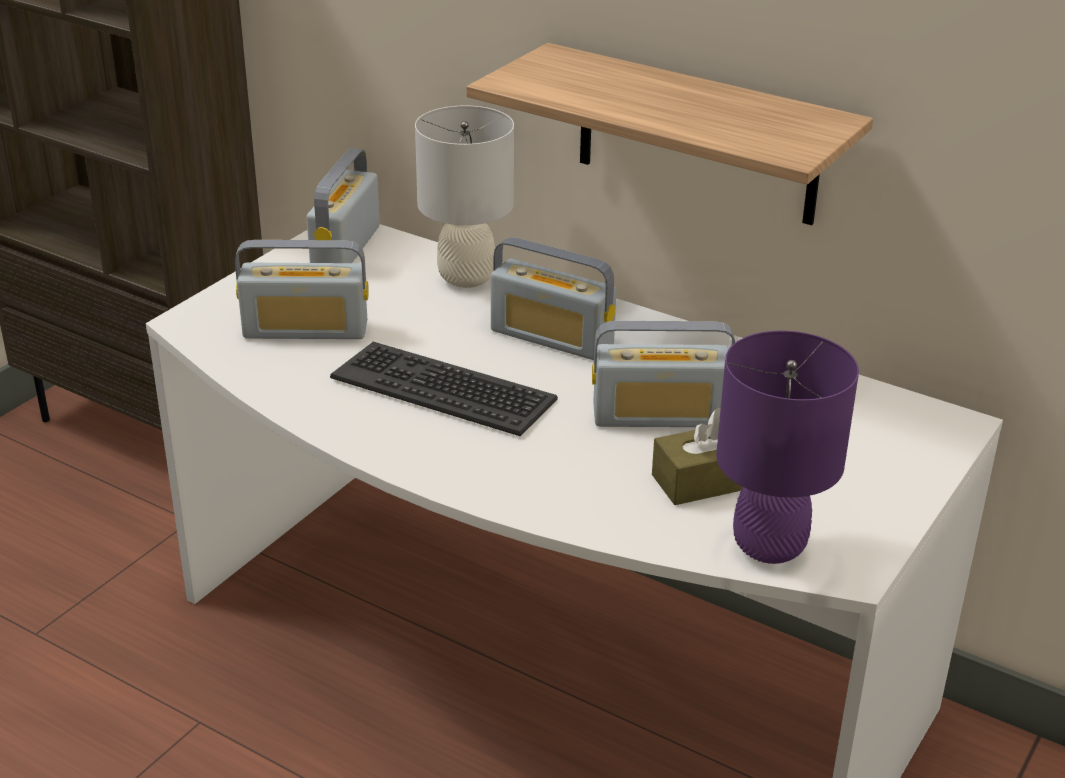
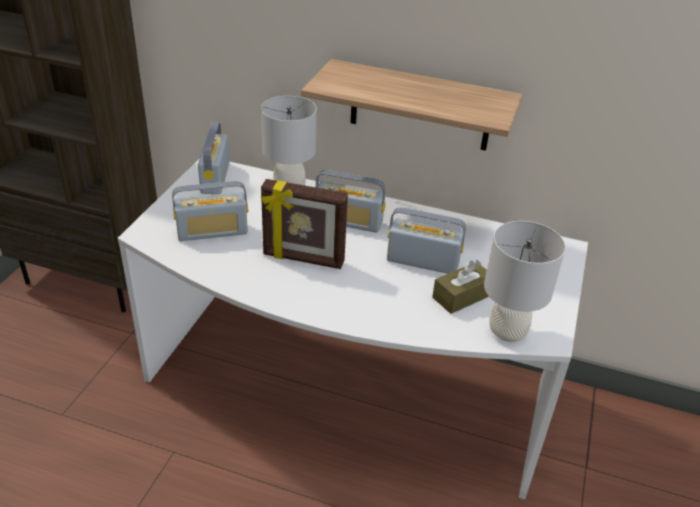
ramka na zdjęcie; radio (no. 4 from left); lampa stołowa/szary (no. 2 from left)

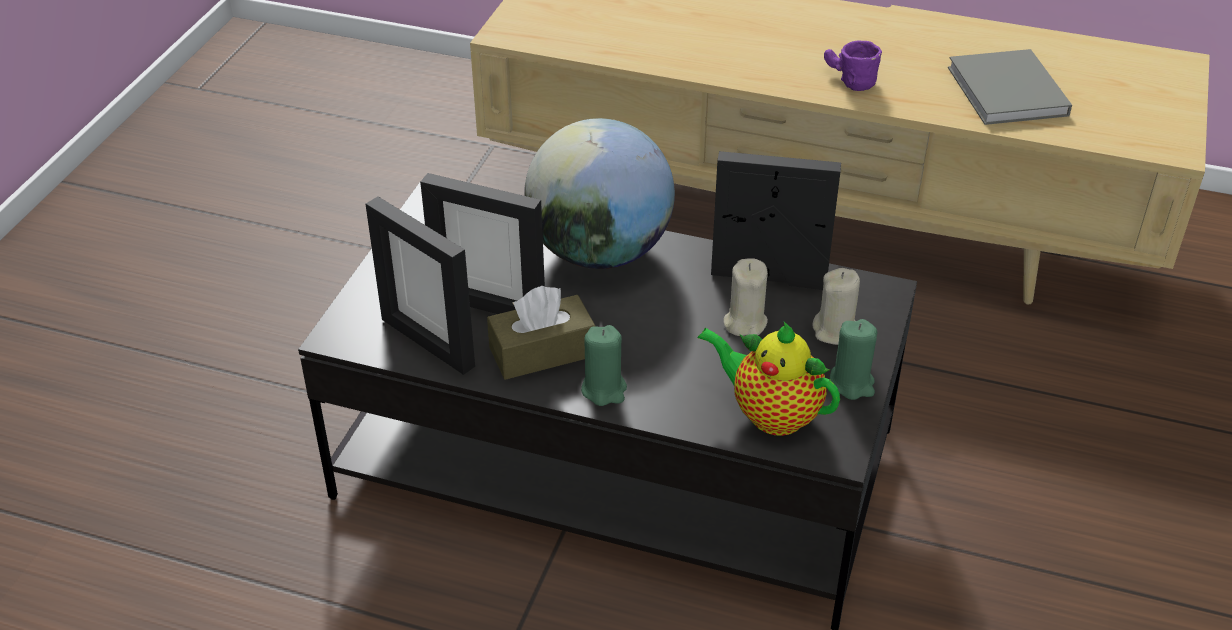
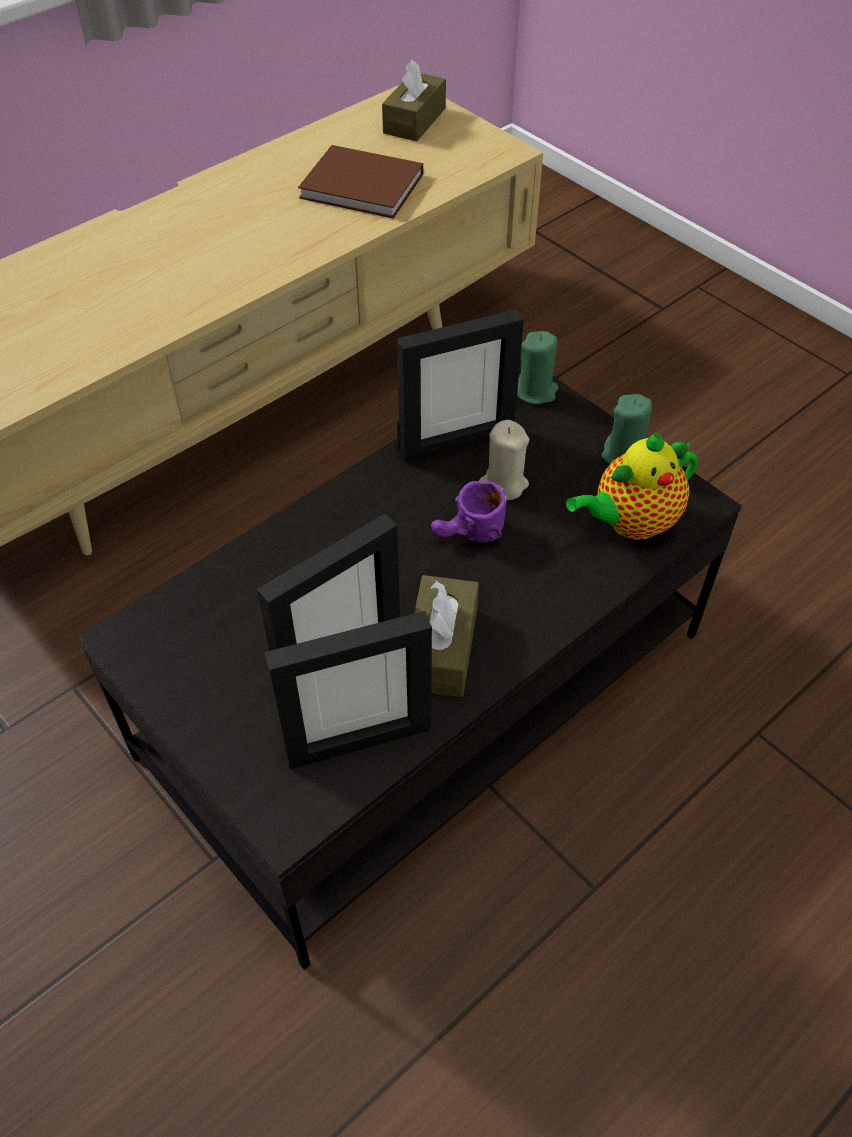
globus; świeca/zielony (no. 1 from left); ramka na zdjęcie (no. 3 from left); świeca/beżowy (no. 2 from left in the first image); kubek/fioletowy; książka/brązowy; pudełko chusteczek/brązowy (no. 1 from left)

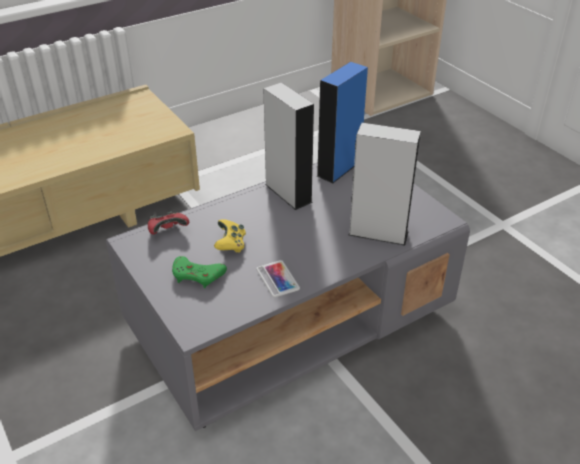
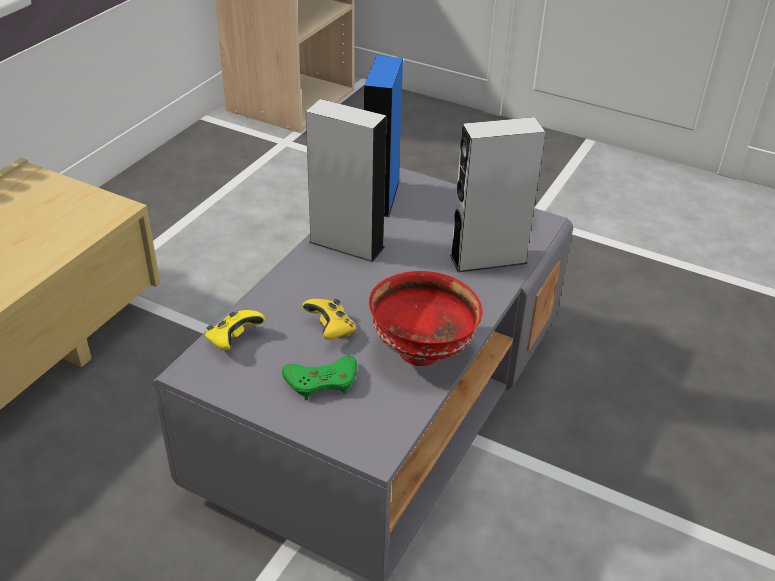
pad do gier/żółty (no. 1 from left); miska/czerwony

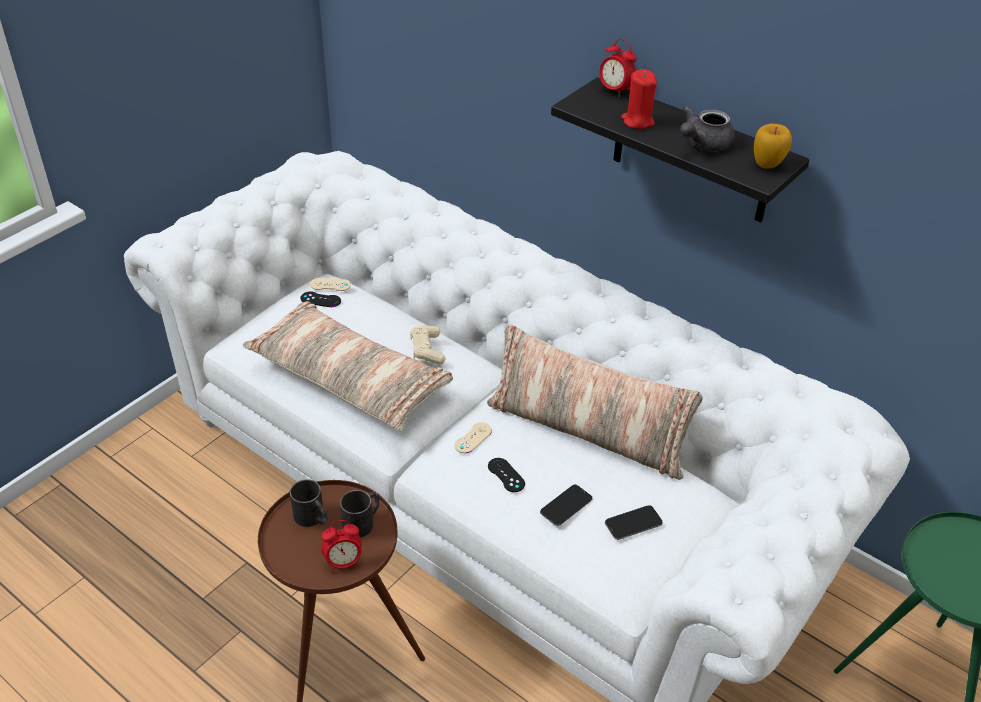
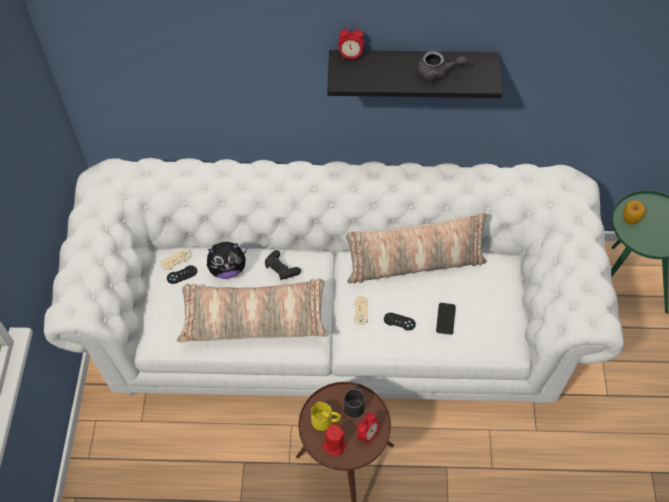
kubek/żółty; pad do gier/czarny (no. 2 from left); telefon (no. 2 from left in the first image); świeca/czerwony; imbryk/szary; jabłko; pluszak

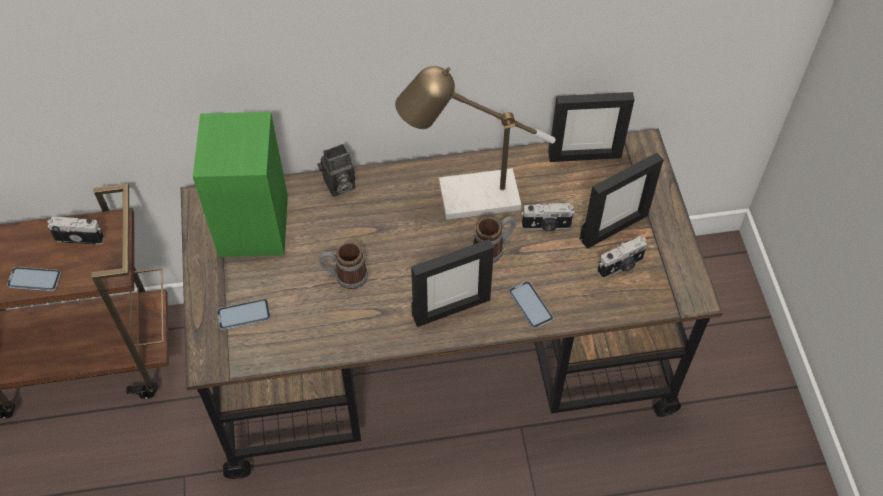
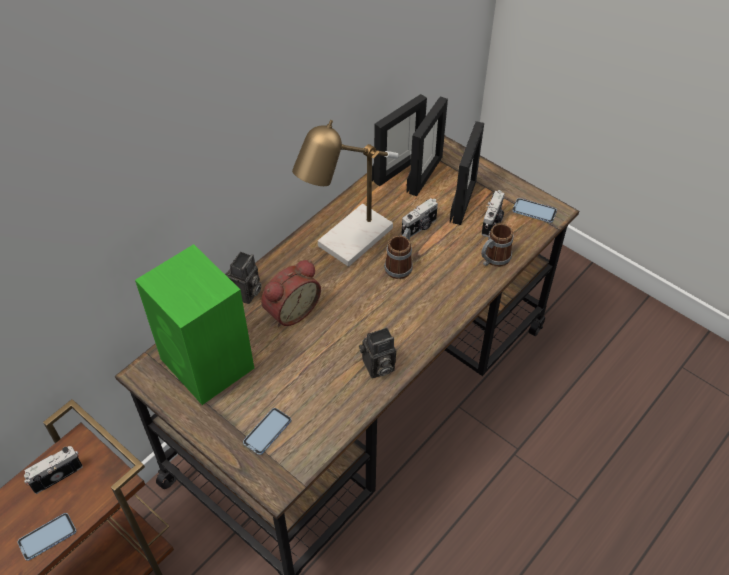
kubek (no. 2 from left); ramka na zdjęcie (no. 2 from left); telefon (no. 3 from left); budzik; aparat fotograficzny (no. 3 from left)

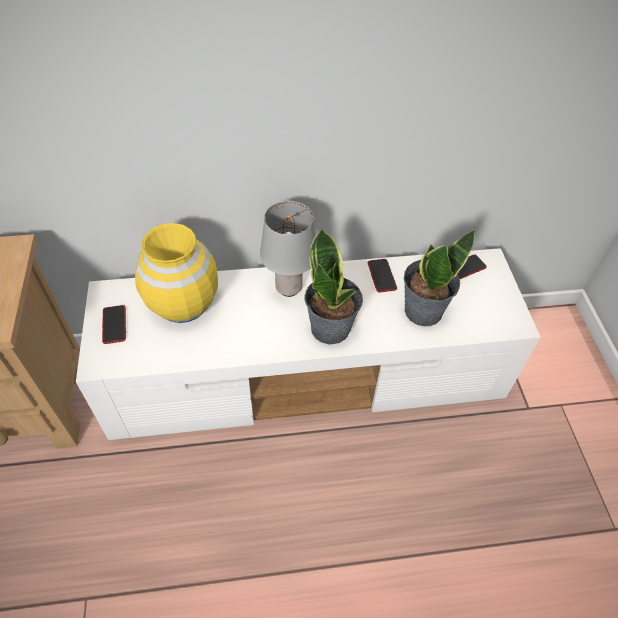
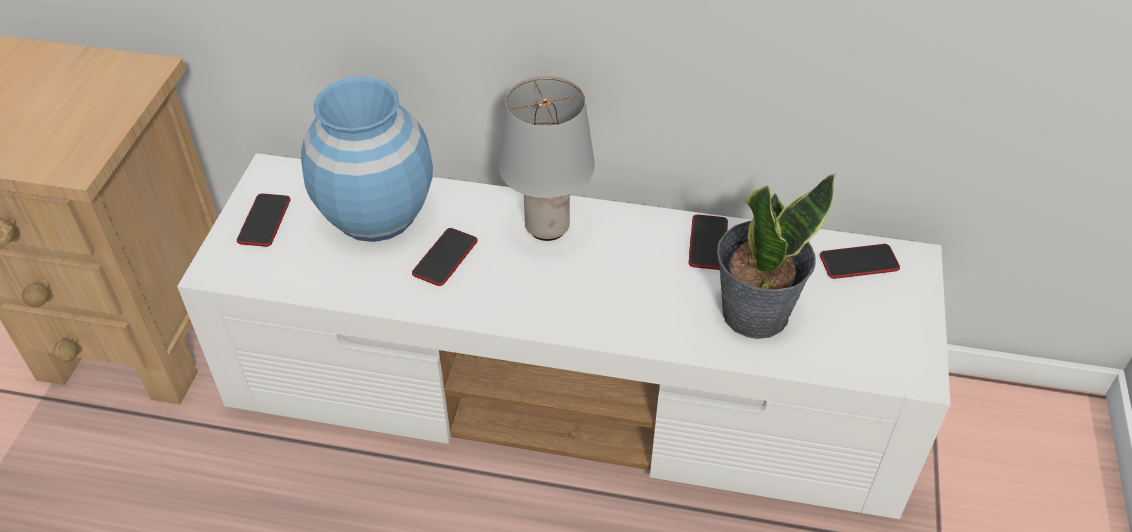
wazon/niebieski; roślina doniczkowa (no. 1 from left in the first image); telefon (no. 2 from left)

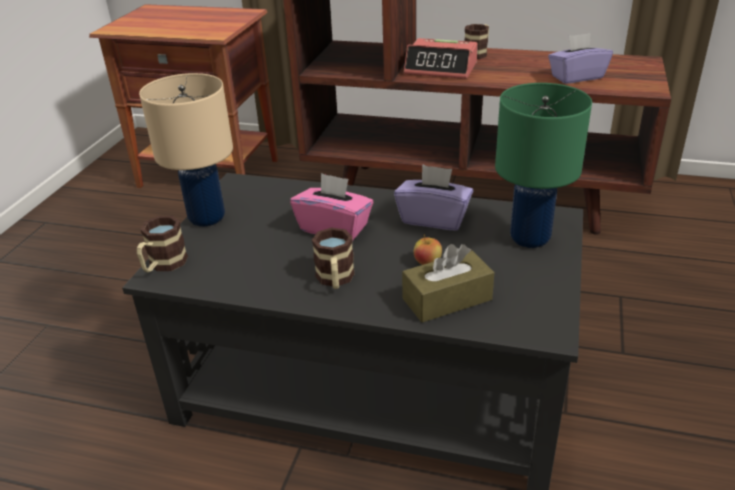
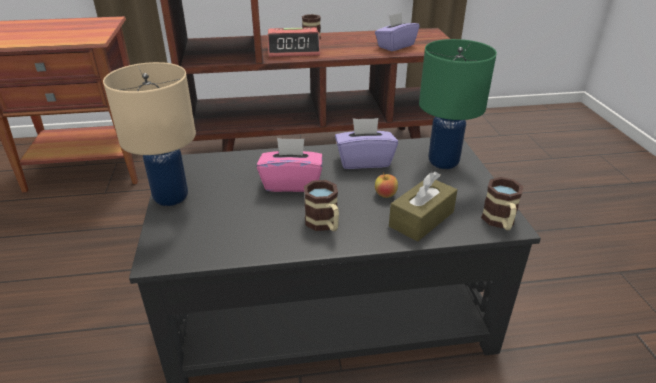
kubek (no. 3 from left)

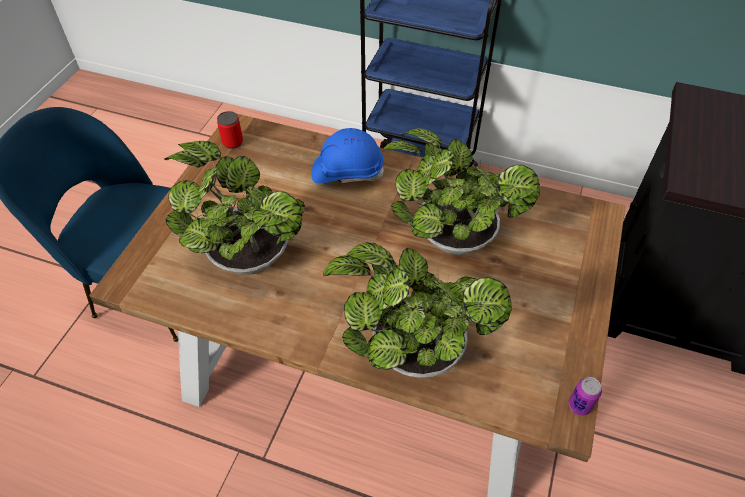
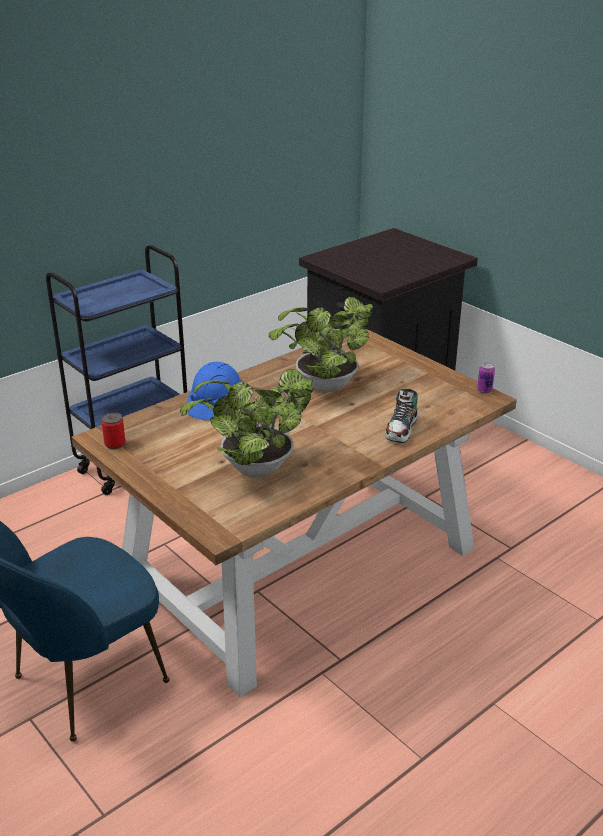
but

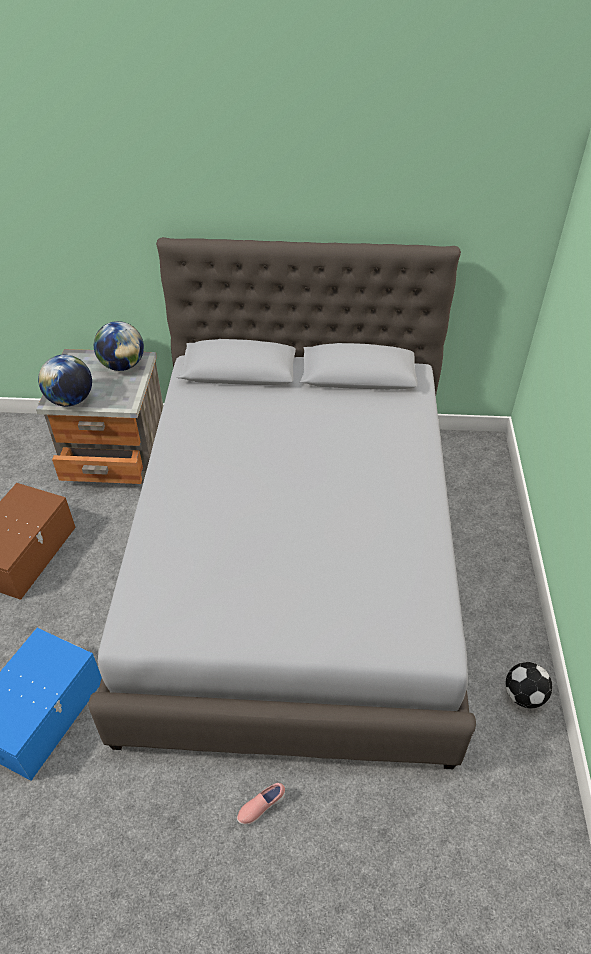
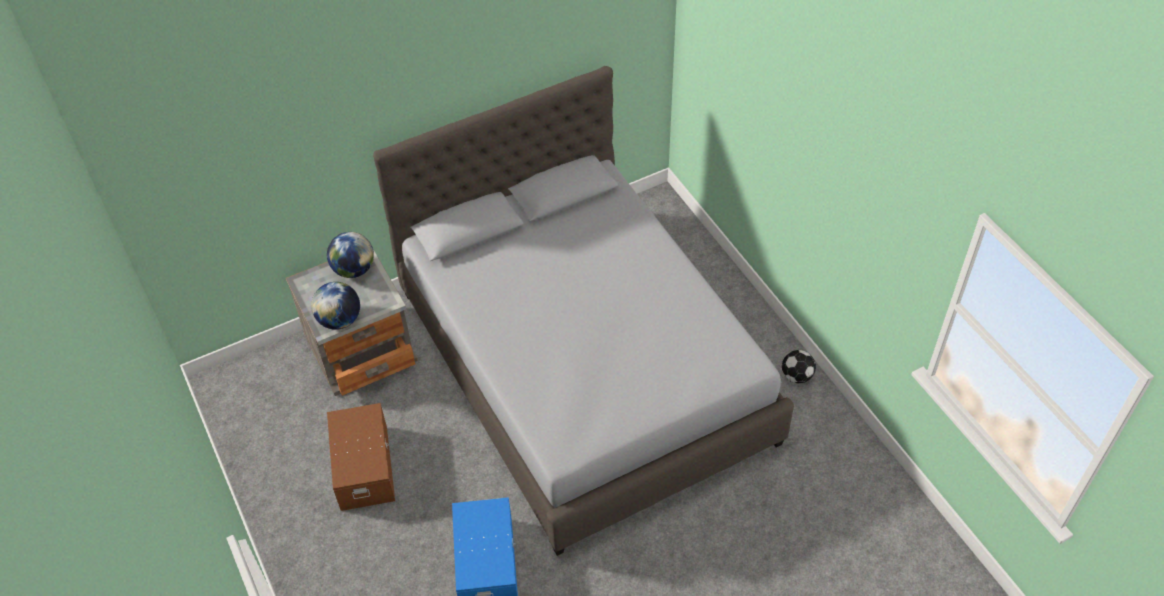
but/różowy

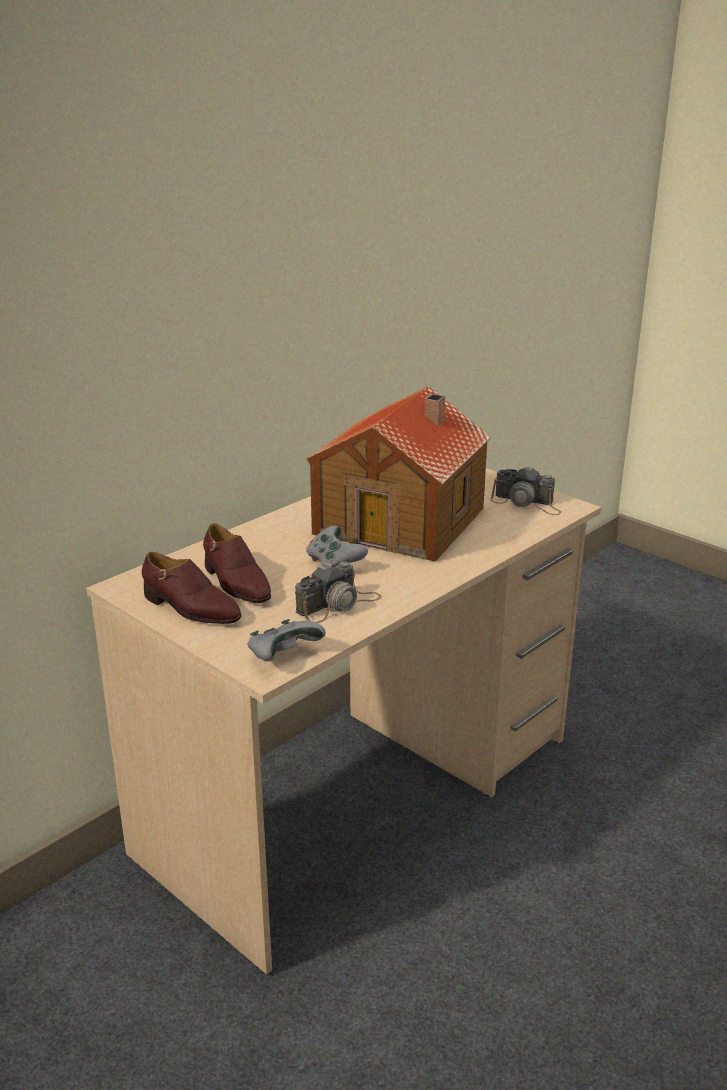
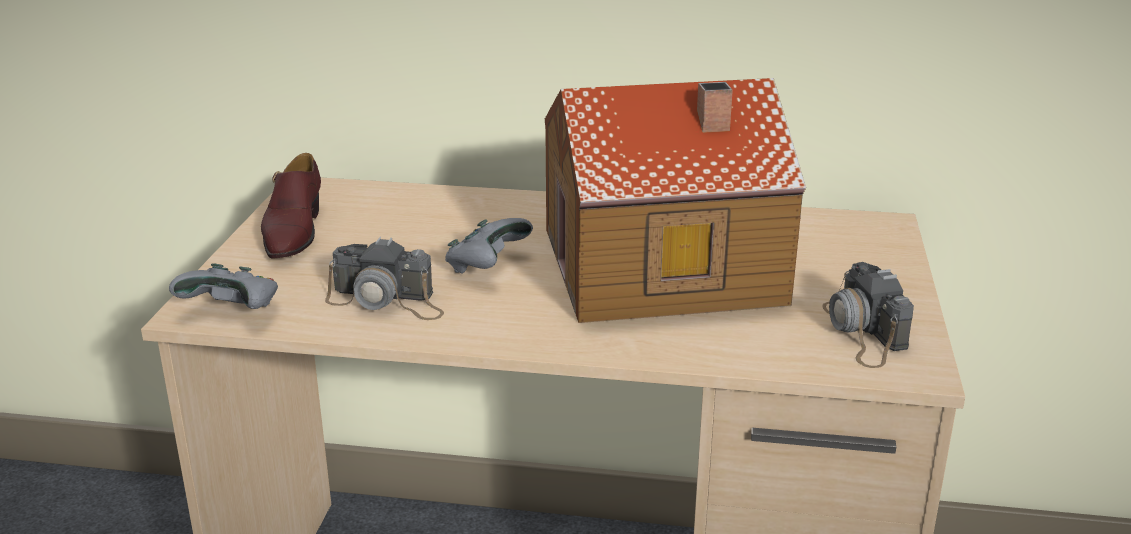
but/brązowy (no. 2 from left in the first image)

